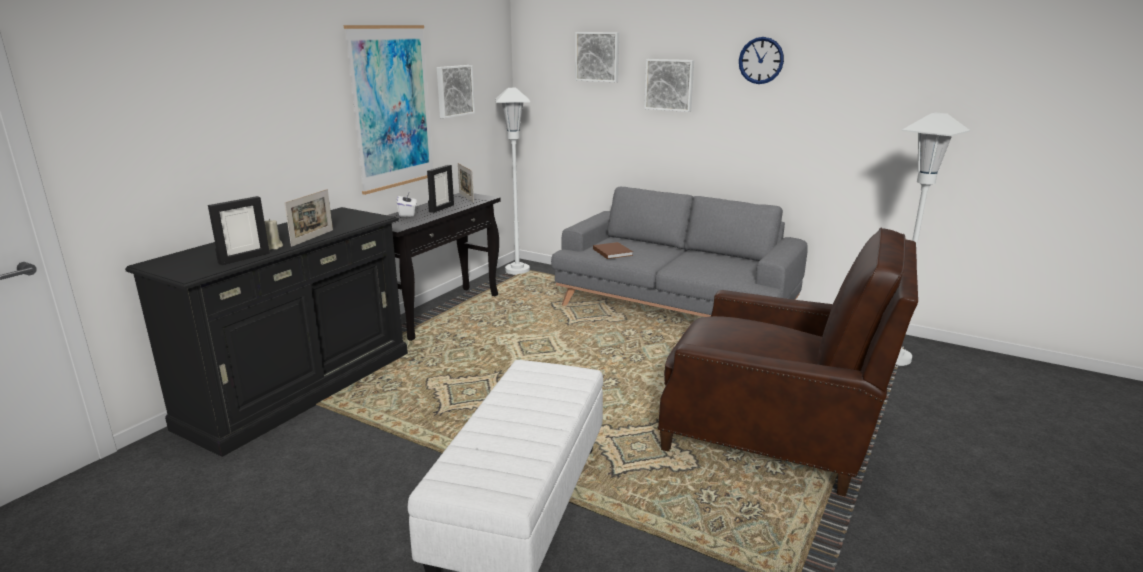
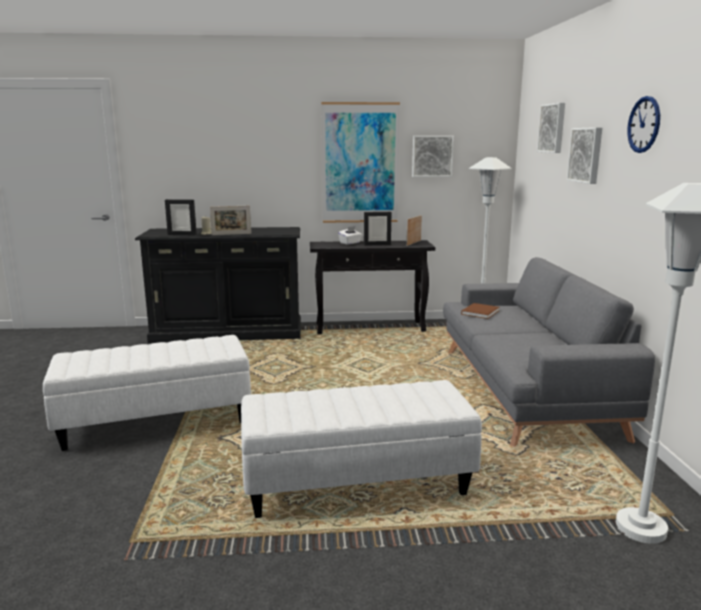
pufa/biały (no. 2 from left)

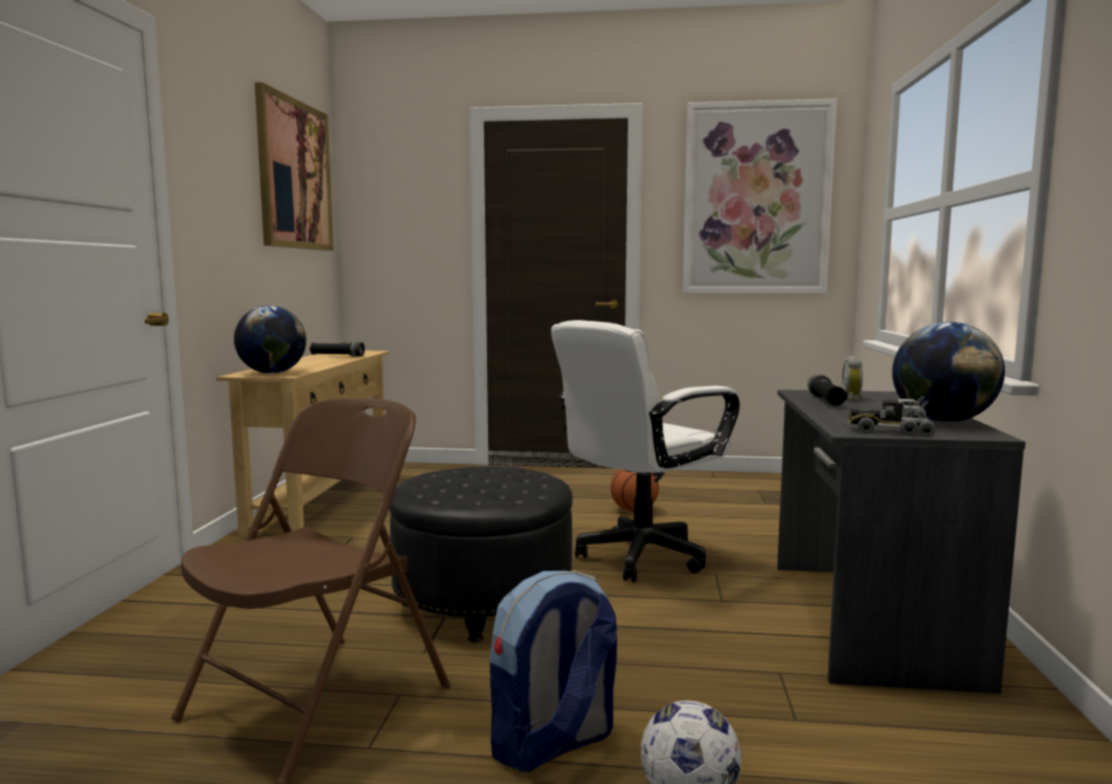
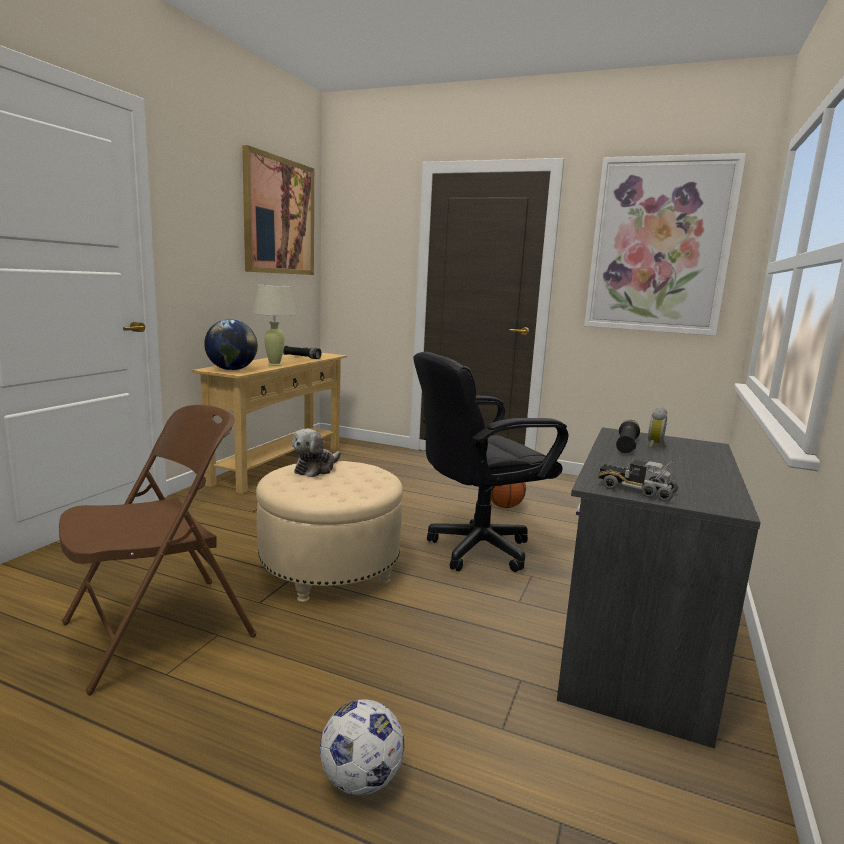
pufa/beżowy; plecak; krzesło biurowe/czarny; globus (no. 2 from left in the first image); lampa stołowa/beżowy; pluszak

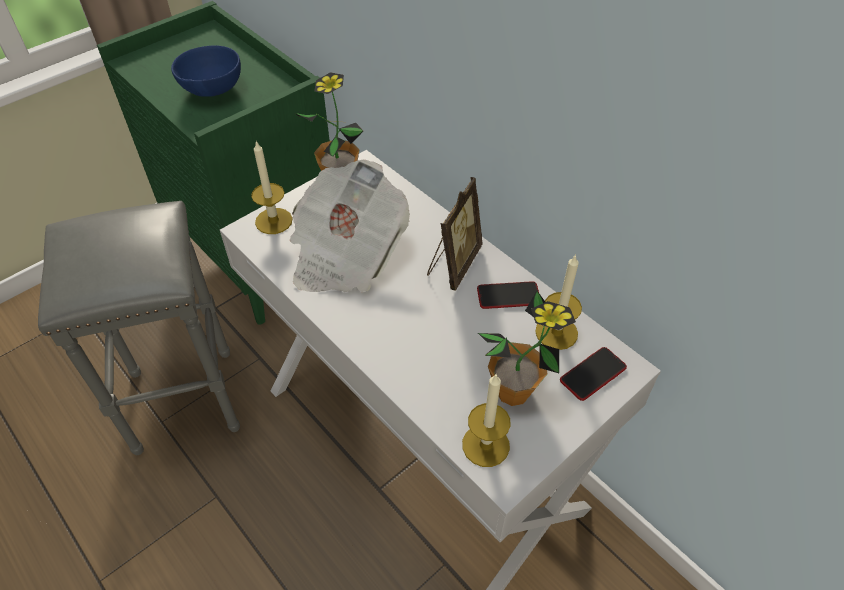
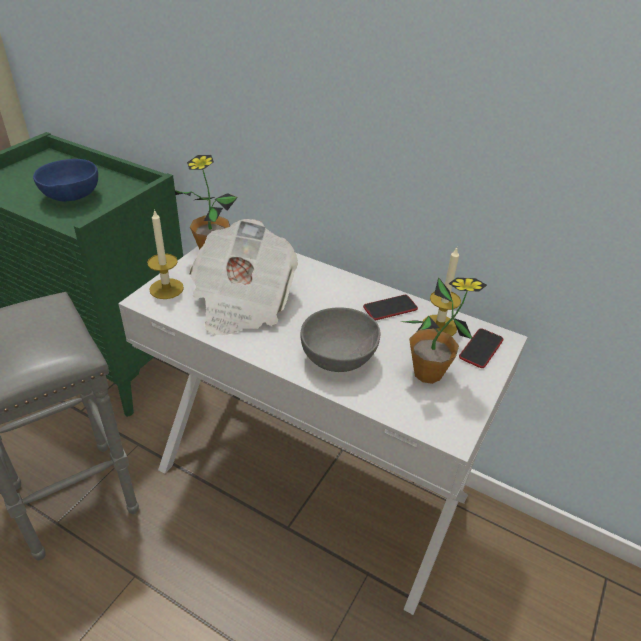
ramka na zdjęcie; świeca (no. 2 from left in the first image); miska/szary

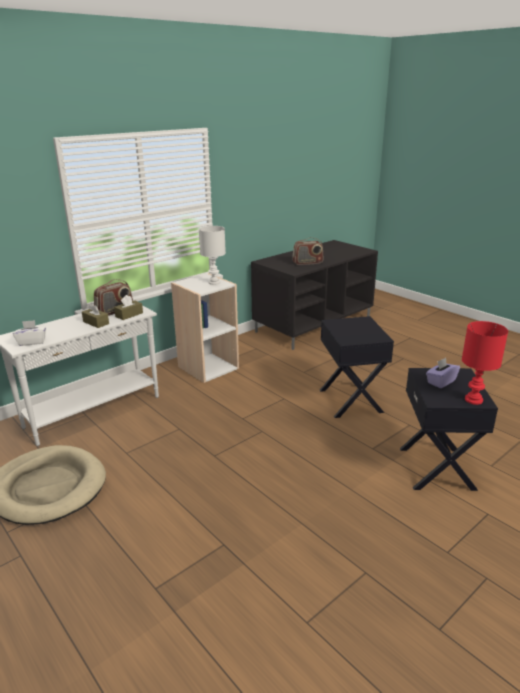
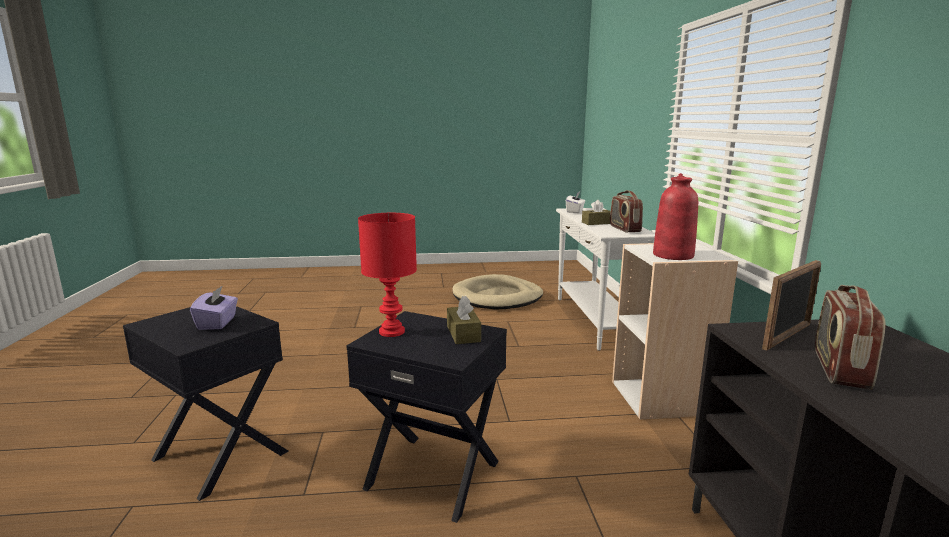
pudełko chusteczek/brązowy (no. 1 from left); wazon/czerwony; lampa stołowa/czerwony; ramka na zdjęcie

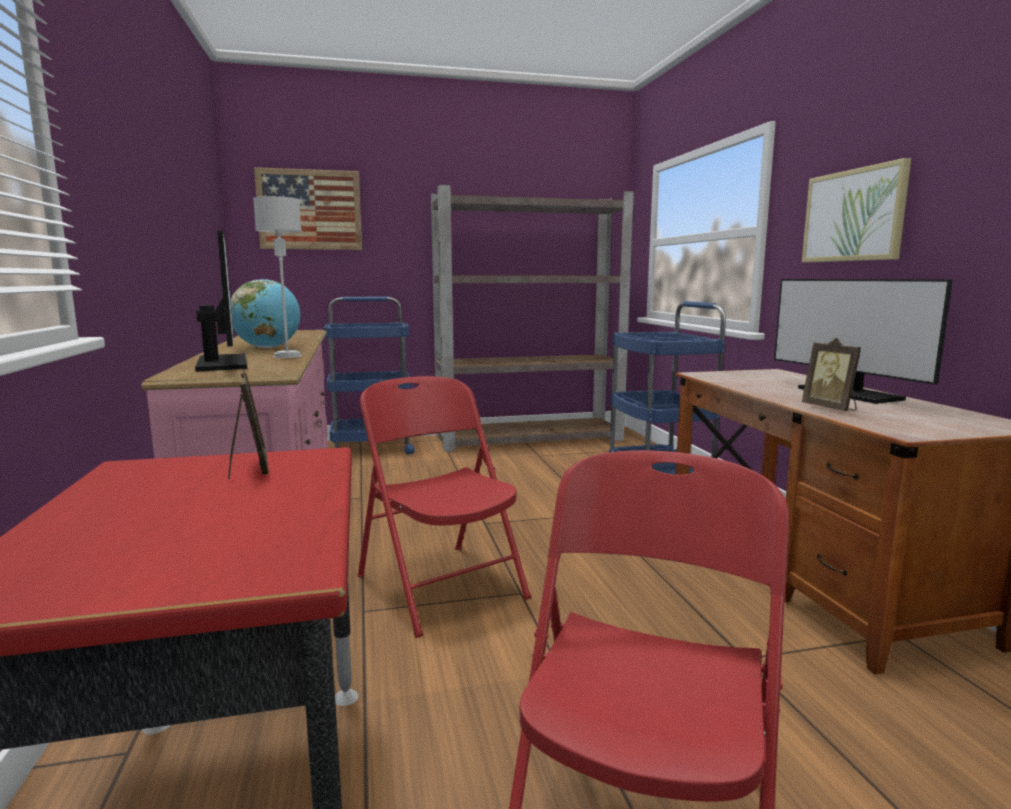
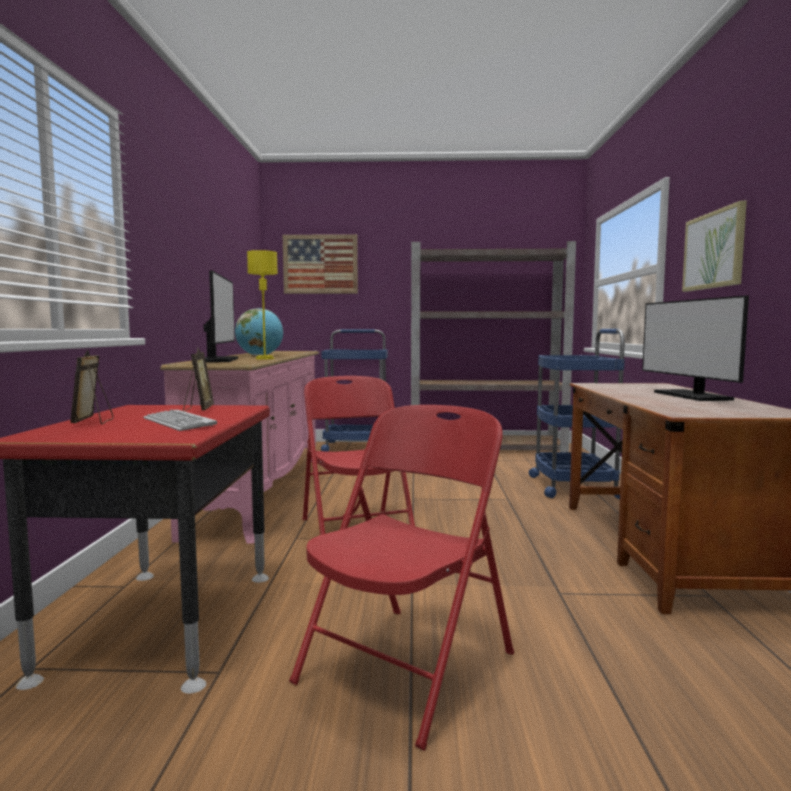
lampa stołowa/żółty; ramka na zdjęcie (no. 1 from left); klawiatura

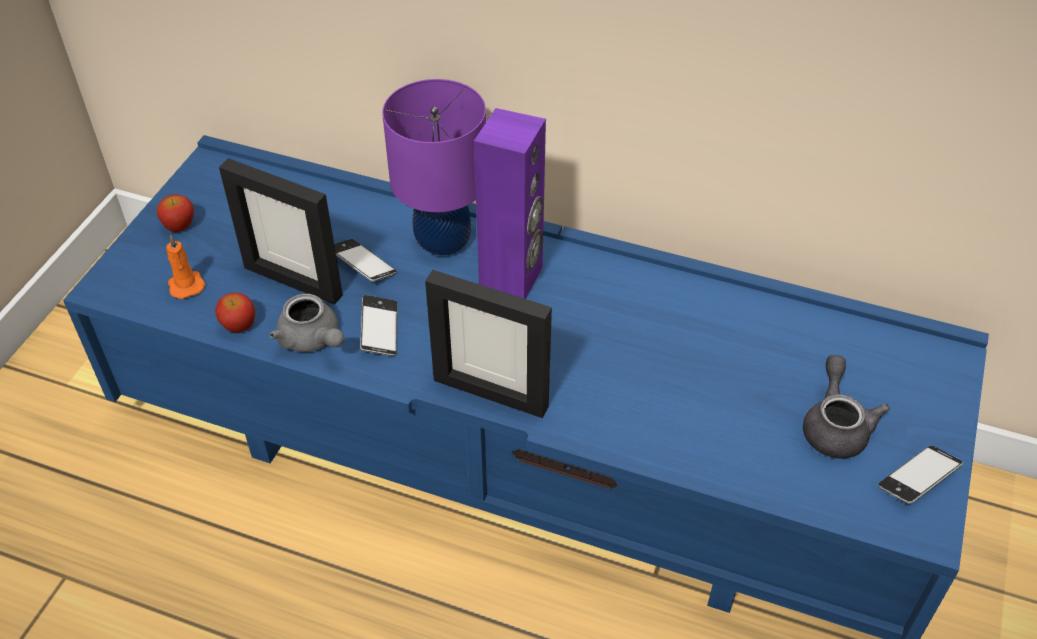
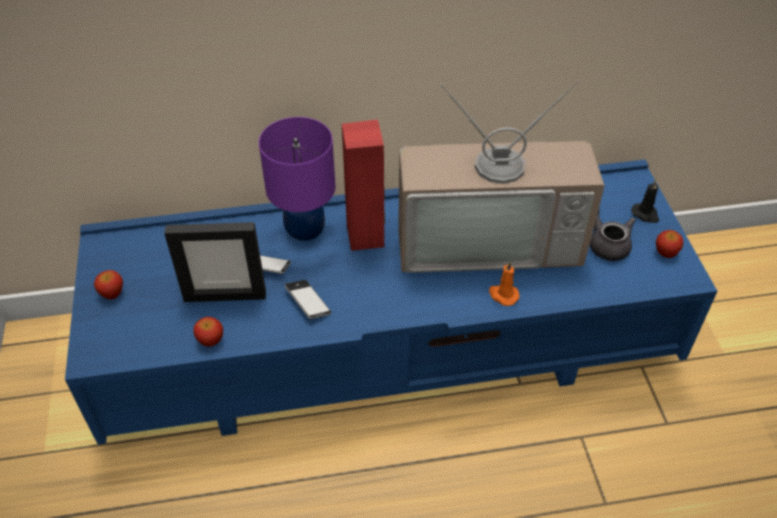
świeca/pomarańczowy; imbryk/szary (no. 1 from left in the first image); ramka na zdjęcie (no. 2 from left in the first image); głośnik/czerwony; jabłko (no. 3 from left); telewizor; świeca/czarny

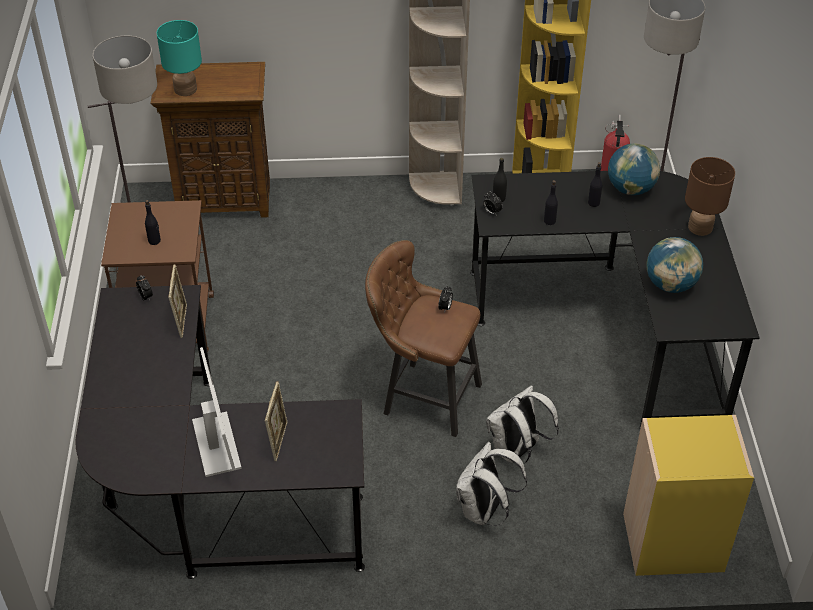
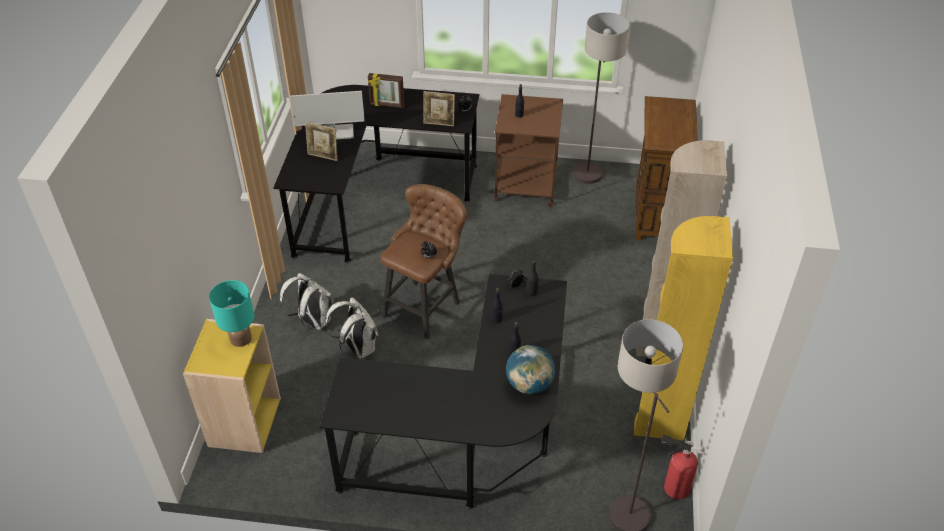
lampa stołowa/turkusowy; globus (no. 2 from left in the first image); lampa stołowa/brązowy; ramka na zdjęcie (no. 2 from left)

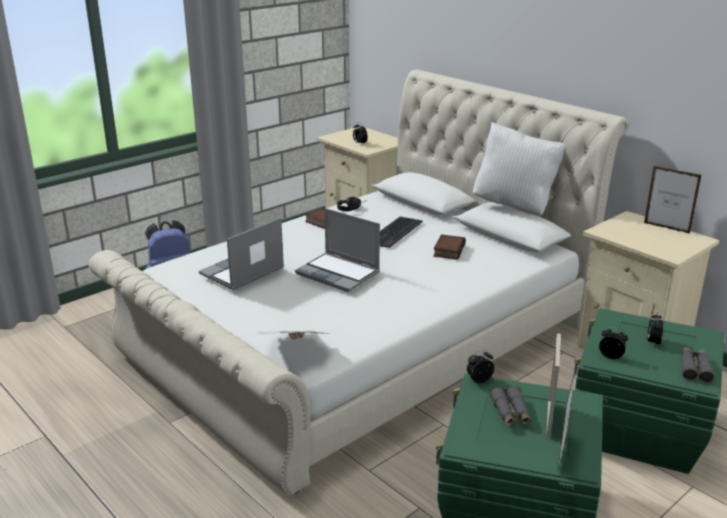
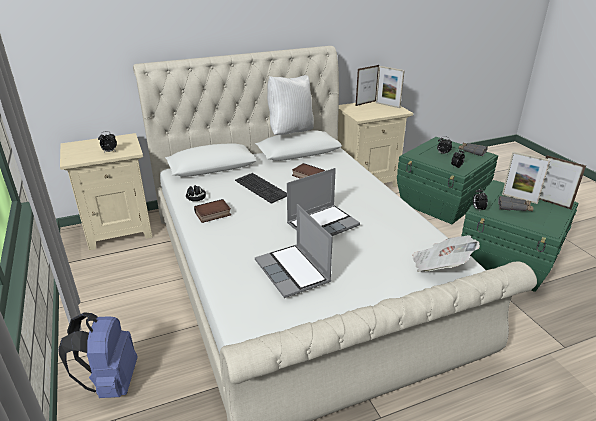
ramka na zdjęcie (no. 2 from left)

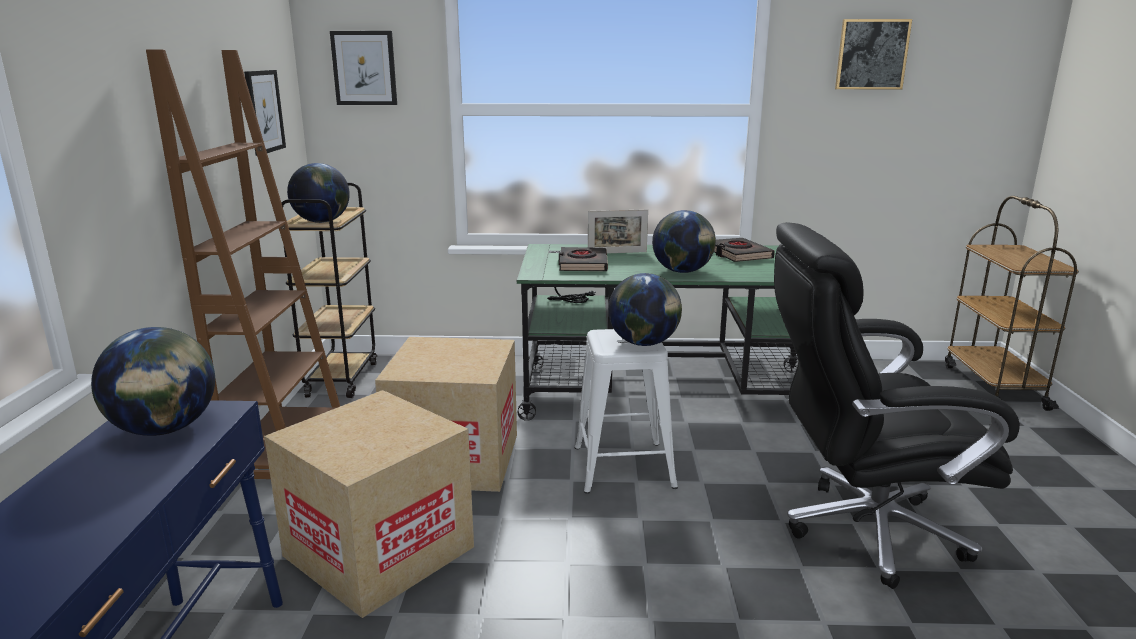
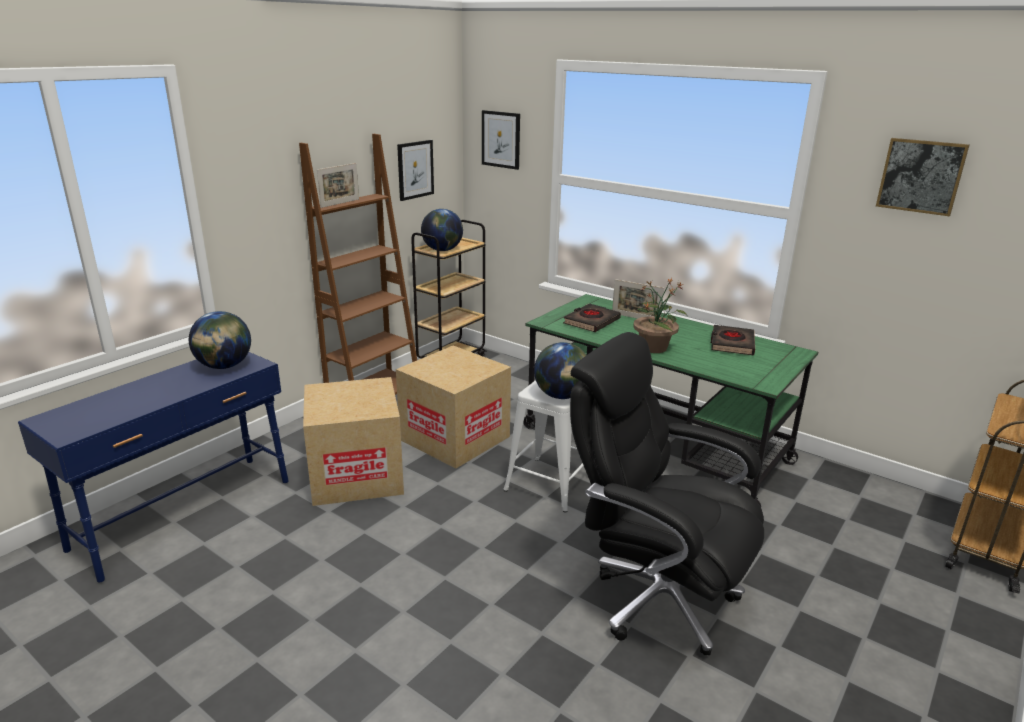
roślina doniczkowa; ramka na zdjęcie (no. 1 from left)

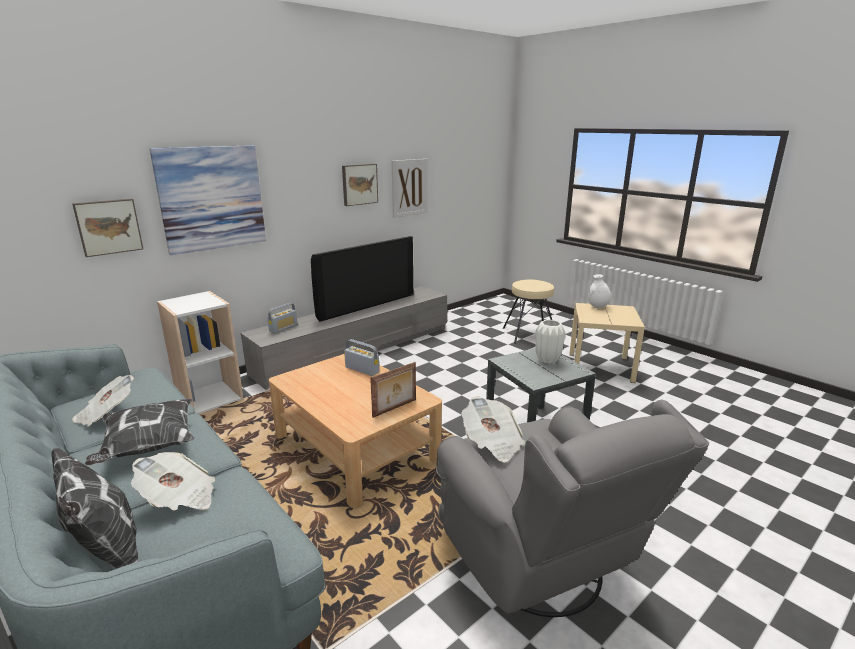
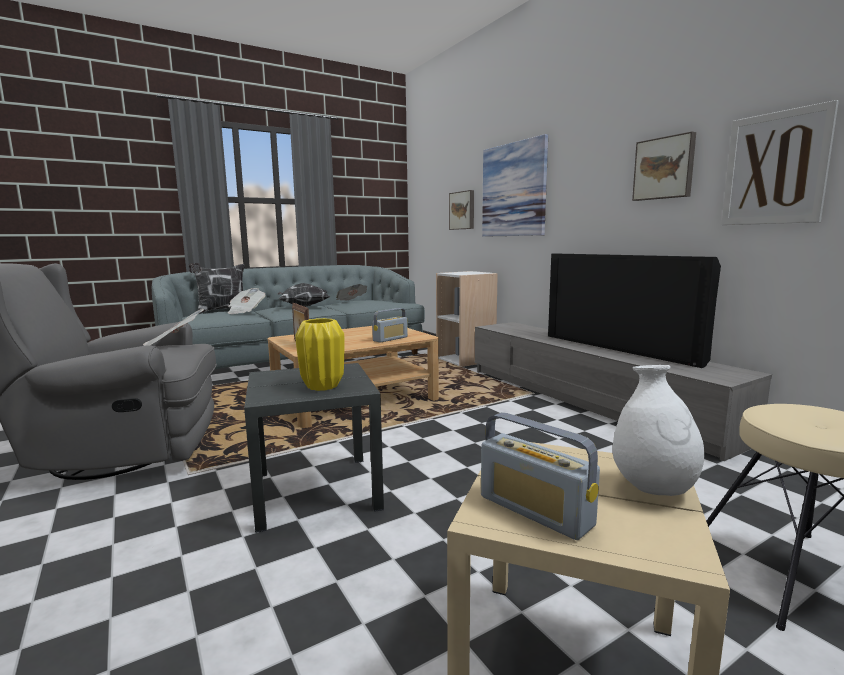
radio (no. 2 from left); wazon/żółty

